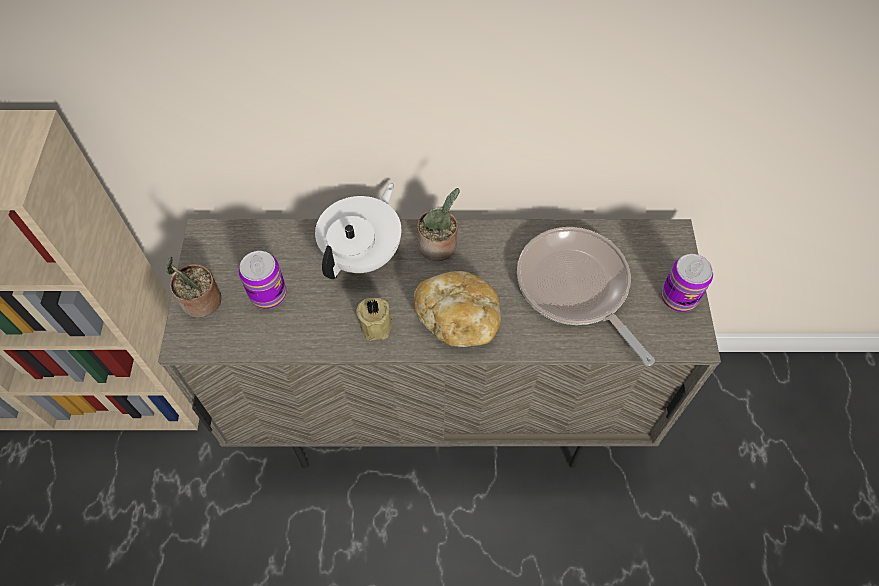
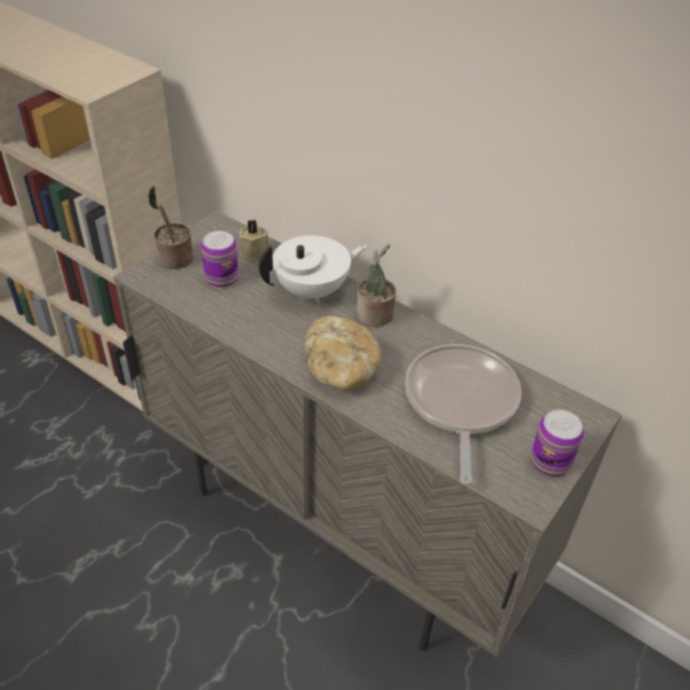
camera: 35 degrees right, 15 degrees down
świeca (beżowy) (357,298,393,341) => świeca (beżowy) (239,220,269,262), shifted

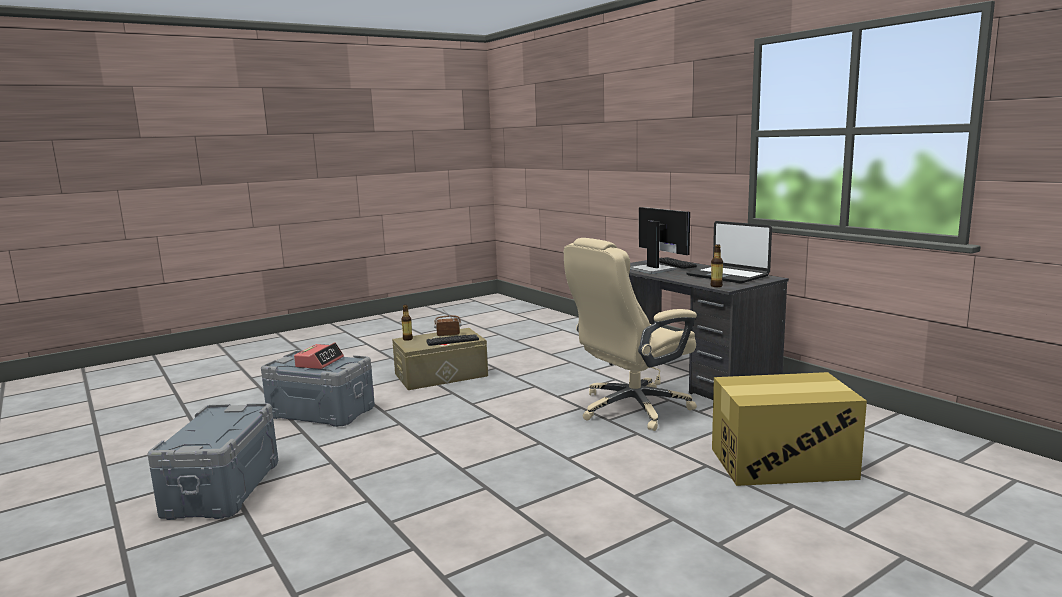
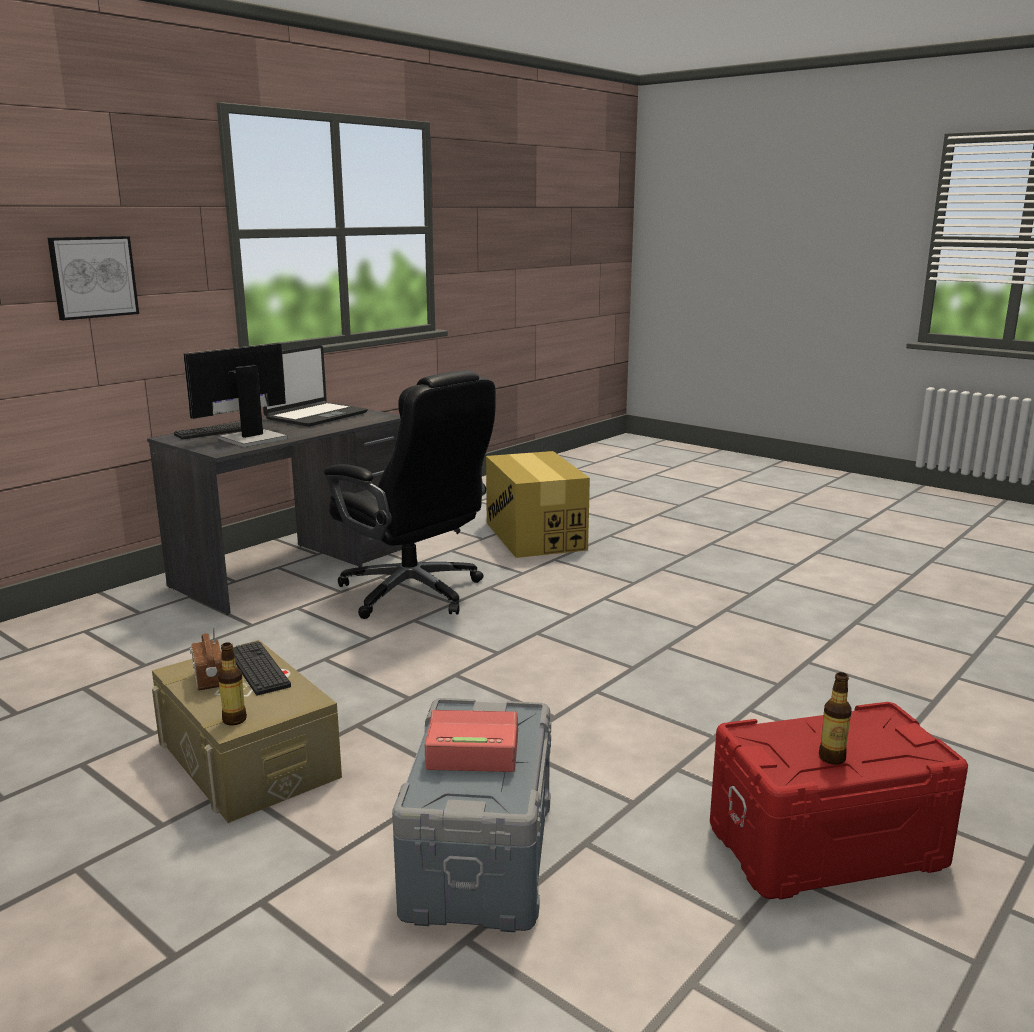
camera: 105 degrees left, 5 degrees up
nothing => obraz (47,236,139,320)
krzesło biurowe (beżowy) (564,238,697,431) => krzesło biurowe (czarny) (324,370,496,619)
pojemnik do przechowywania (szary) (147,403,278,520) => pojemnik do przechowywania (czerwony) (710,702,968,899)
butelka (711,244,723,287) => butelka (819,672,852,765), shifted

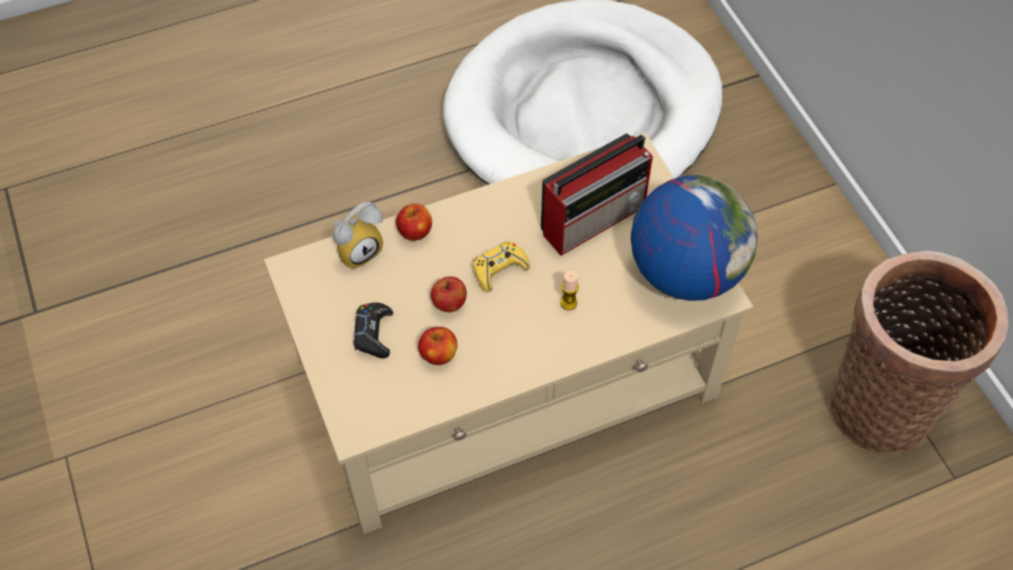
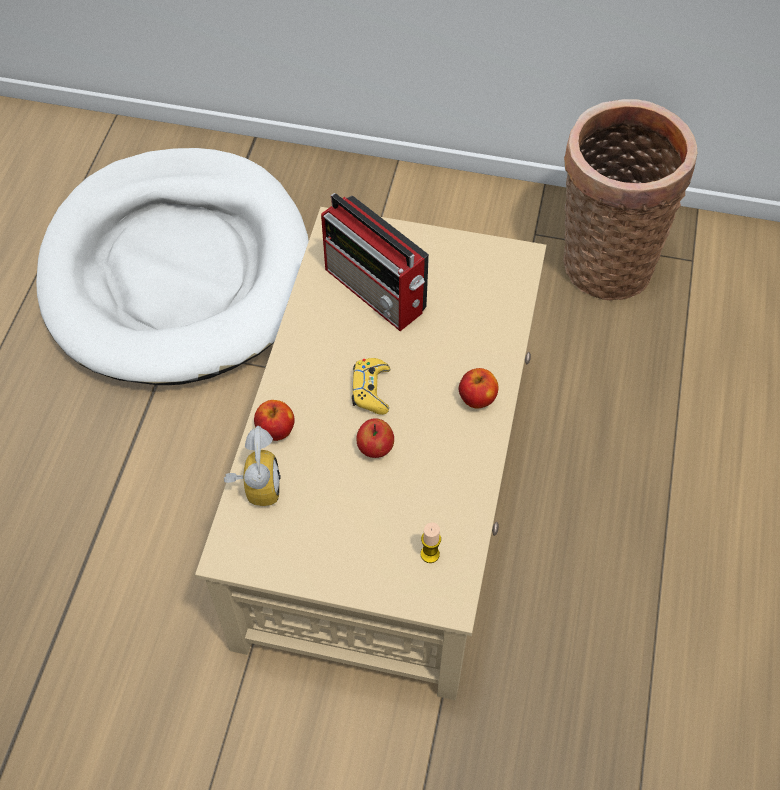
camera: 55 degrees left, 0 degrees up
radio (541,133,653,256) => radio (321,193,429,331), 135 degrees clockwise
świeca (560,271,579,310) => świeca (421,523,441,563), shifted
jabłko (418,327,457,365) => jabłko (459,368,498,409), shifted
pad do gier (czarny) (353,302,393,358) => nothing
globus (631,175,758,301) => nothing

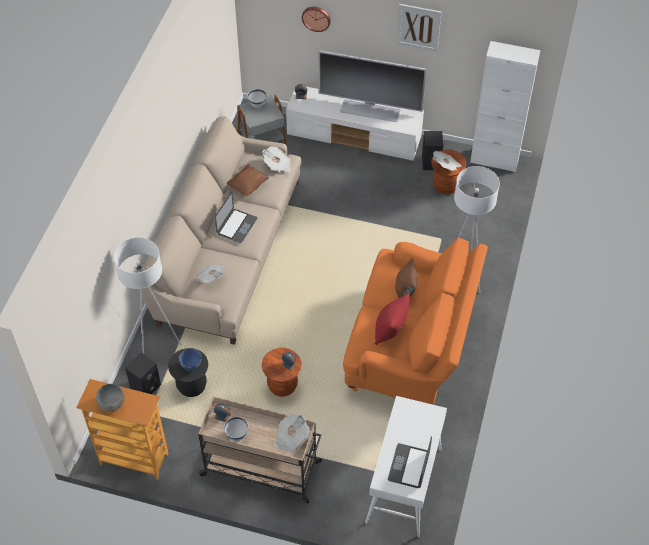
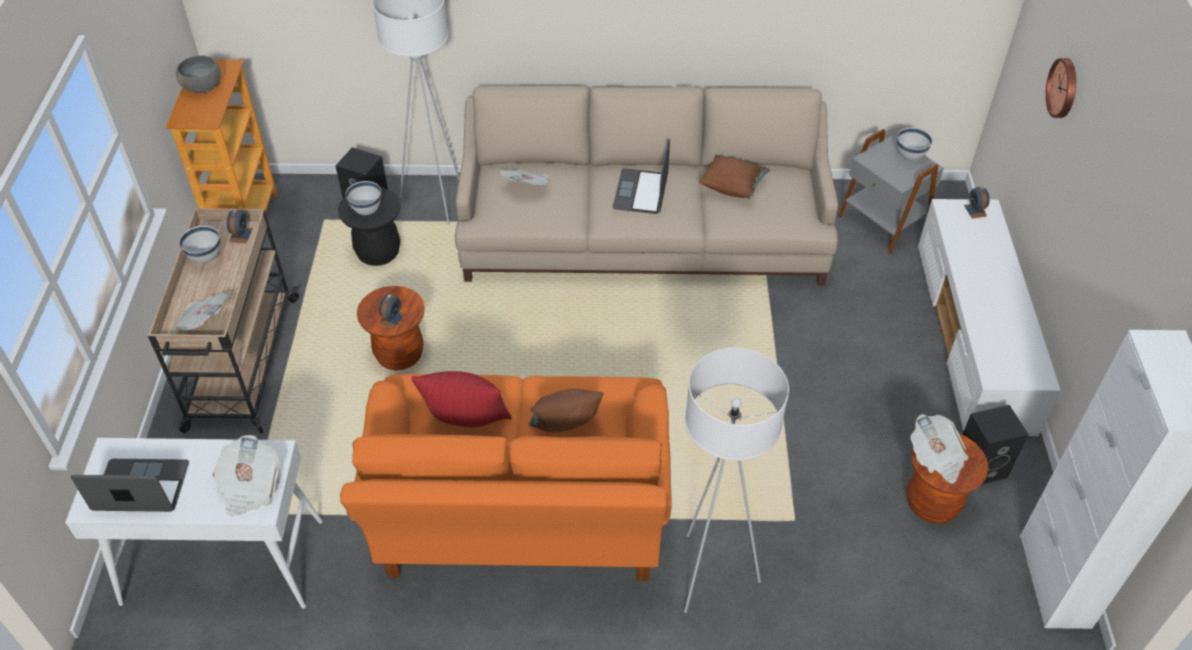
camera: 75 degrees right, 5 degrees down
gazeta (263,146,291,173) => gazeta (213,435,280,516), shifted
miska (niebieski) (179,348,202,371) => miska (biały) (346,181,381,215)
laptop (215,192,257,243) => laptop (613,139,670,214), 90 degrees clockwise
telewizor (318,51,427,122) => nothing
obraz (397,4,441,52) => nothing

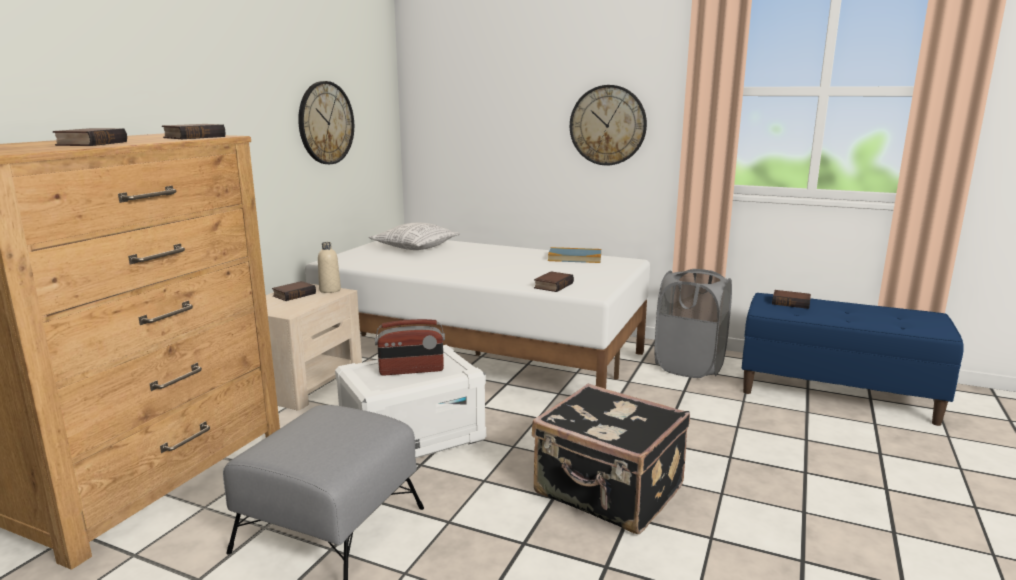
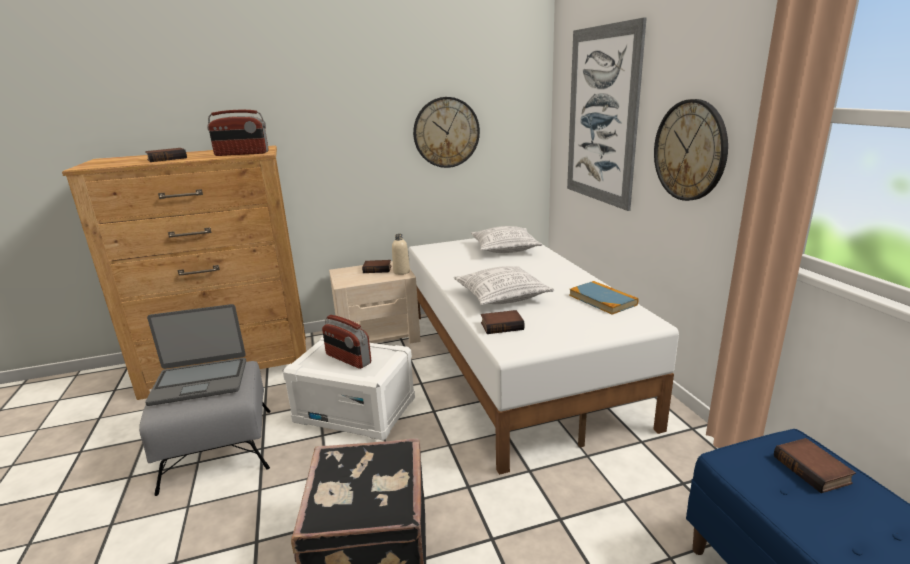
camera: 50 degrees right, 5 degrees up
nothing => laptop (145,304,246,406)
książka (162,124,226,139) => radio (207,110,269,156)
nothing => poduszka (454,266,554,305)
nothing => obraz (567,17,647,211)
kosz na pranie (szary) (654,269,732,378) => nothing

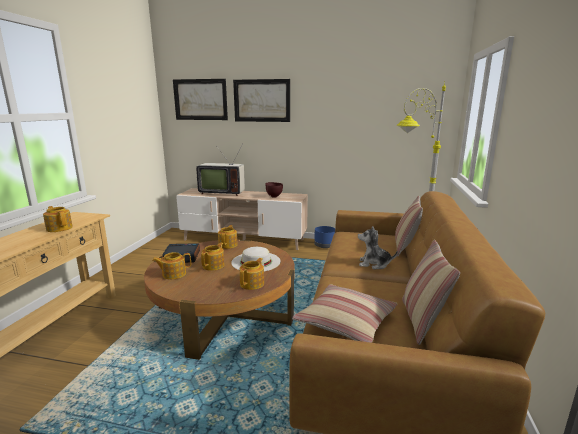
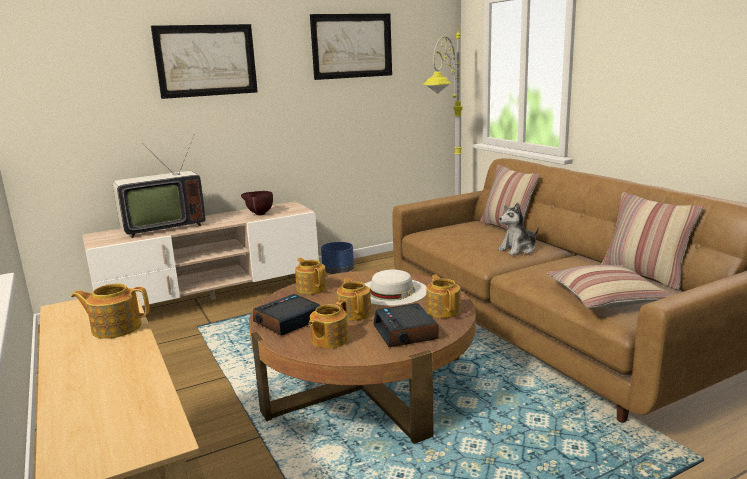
camera: 40 degrees left, 0 degrees up
obraz (173,79,228,120) => obraz (310,14,392,80), shifted
nothing => budzik (373,303,438,347)

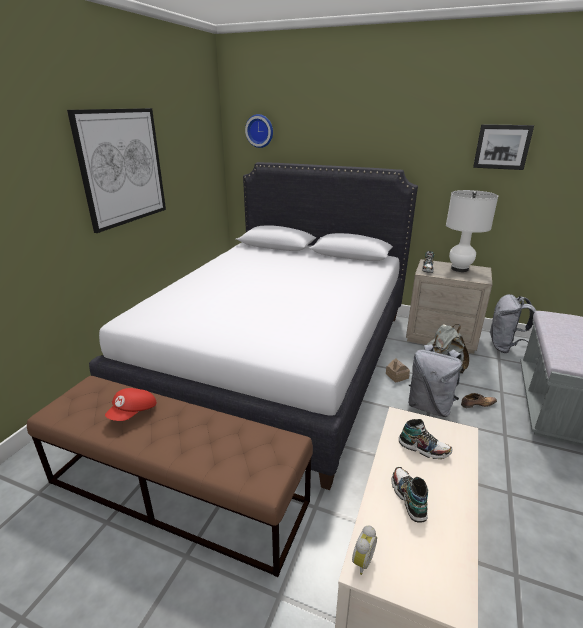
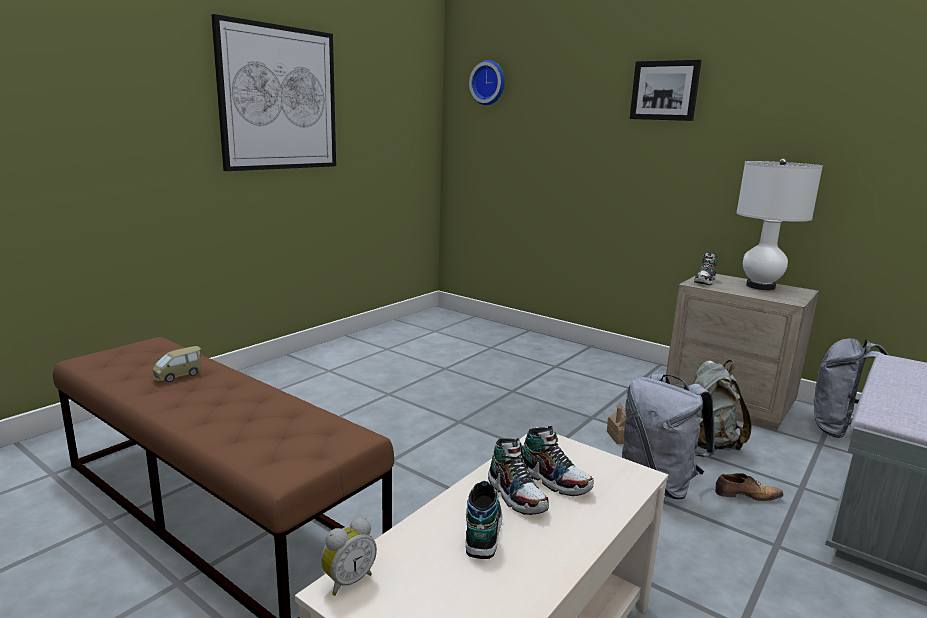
camera: 15 degrees right, 10 degrees down
czapka z daszkiem (czerwony) (105,388,157,421) => samochodzik (153,346,202,383)
nothing => but (488,438,549,515)
obraz (473,124,534,170) => obraz (630,60,702,121), shifted
łóżko (biały) (89,162,418,490) => nothing

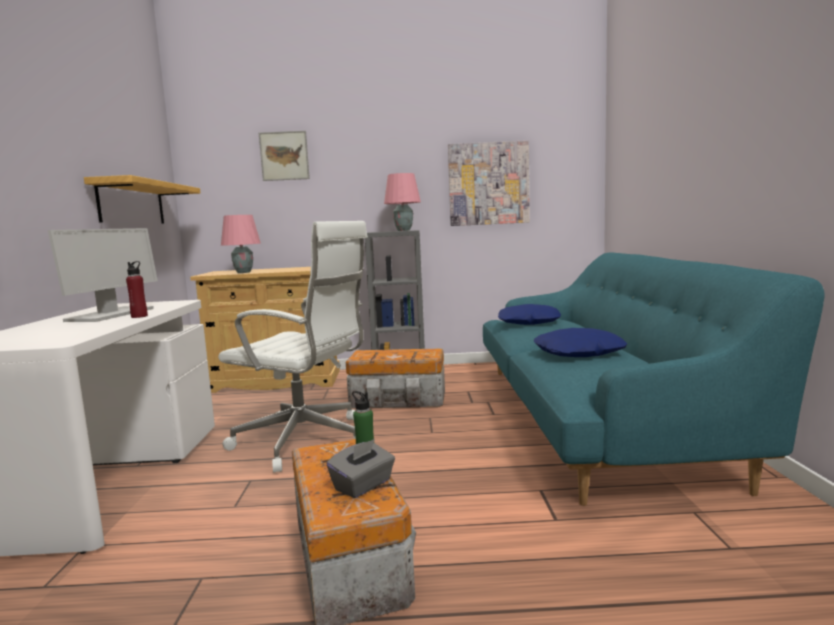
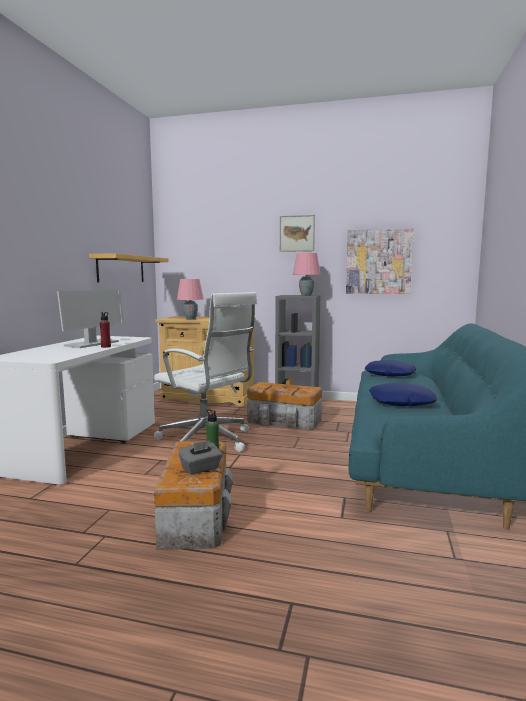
camera: 15 degrees right, 0 degrees up
obraz (259,131,310,181) => obraz (280,215,315,252), shifted

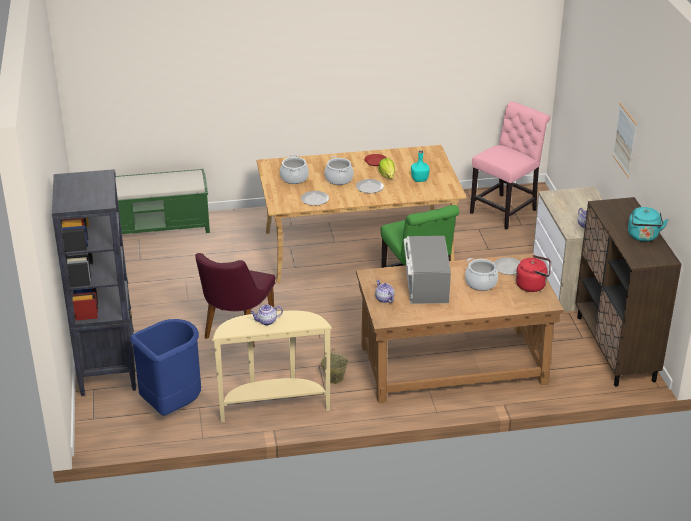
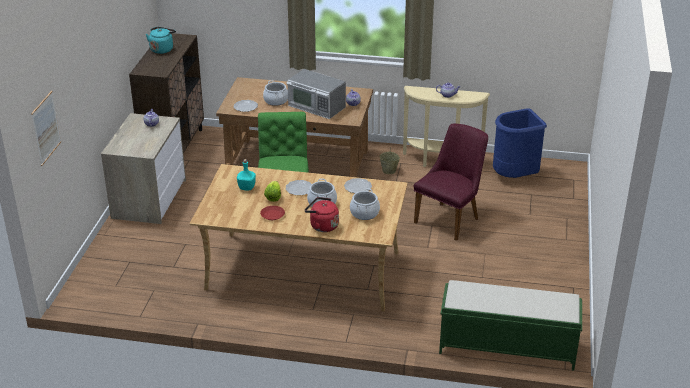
camera: 160 degrees left, 0 degrees up
obraz (612,102,637,178) => obraz (31,91,61,166), shifted
mikrofalówka (404,236,451,304) => mikrofalówka (286,69,346,119), 105 degrees clockwise
czajnik (czerwony) (516,255,551,292) => czajnik (czerwony) (305,197,339,232), shifted
regał (czarny) (52,169,136,396) => nothing
krzesło (różowy) (470,101,550,230) => nothing

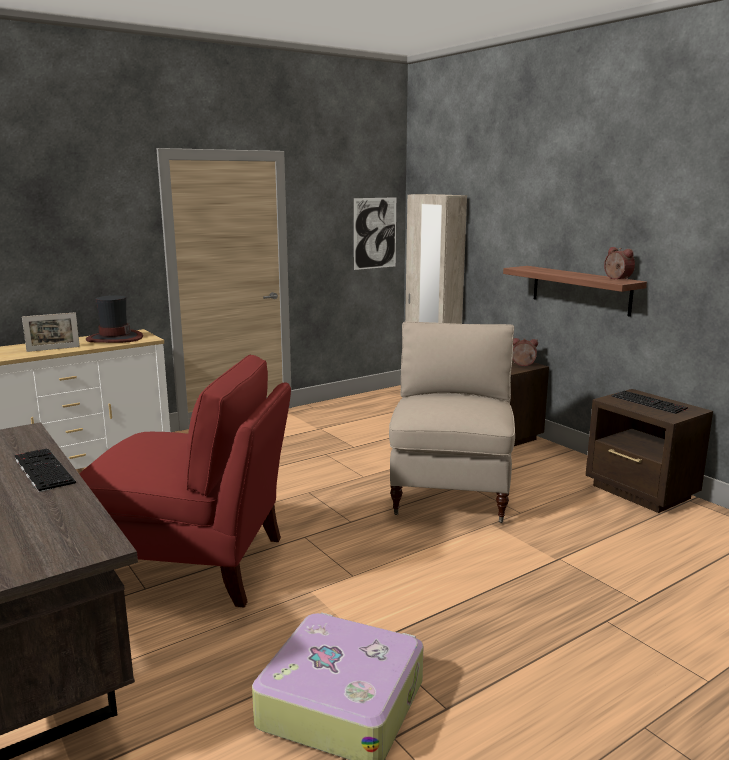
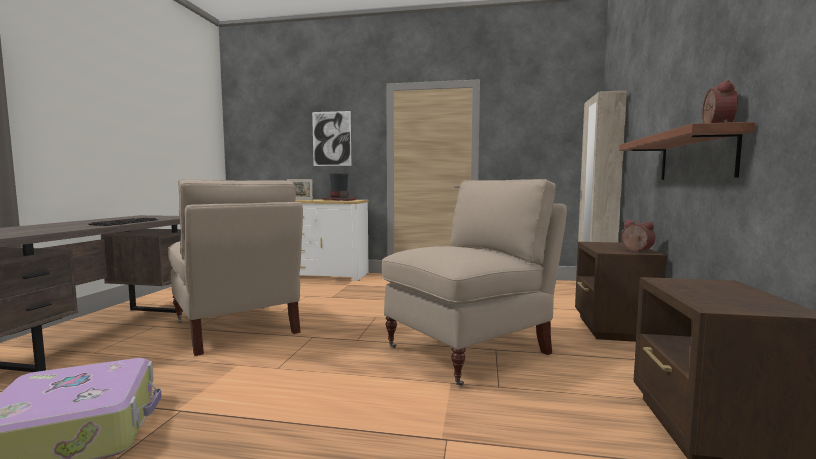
camera: 45 degrees right, 10 degrees down
krzesło (czerwony) (79,355,291,608) => krzesło (beżowy) (168,179,303,356)
obraz (354,197,396,270) => obraz (312,111,351,166), shifted
klawiatura (611,391,688,414) => nothing

